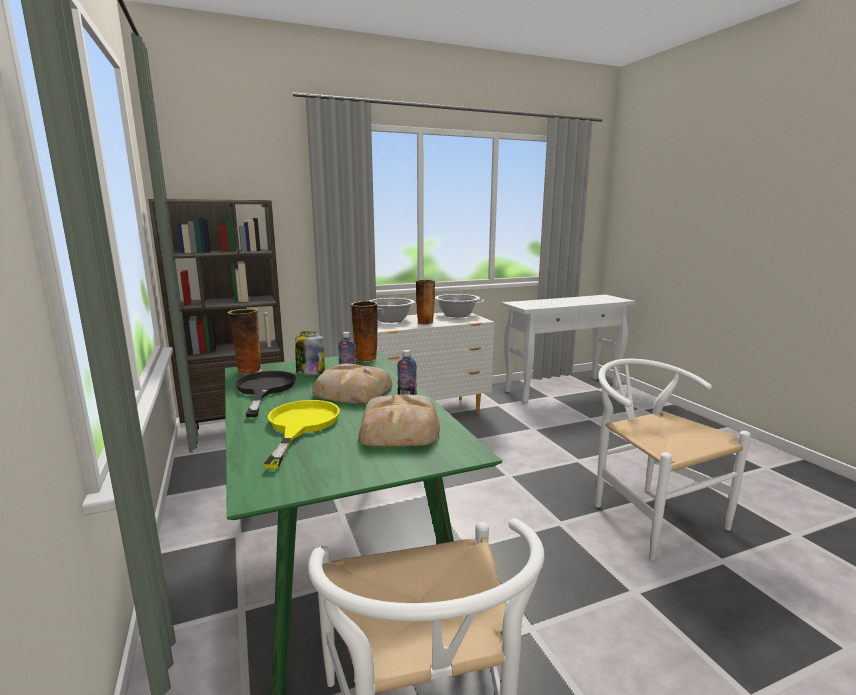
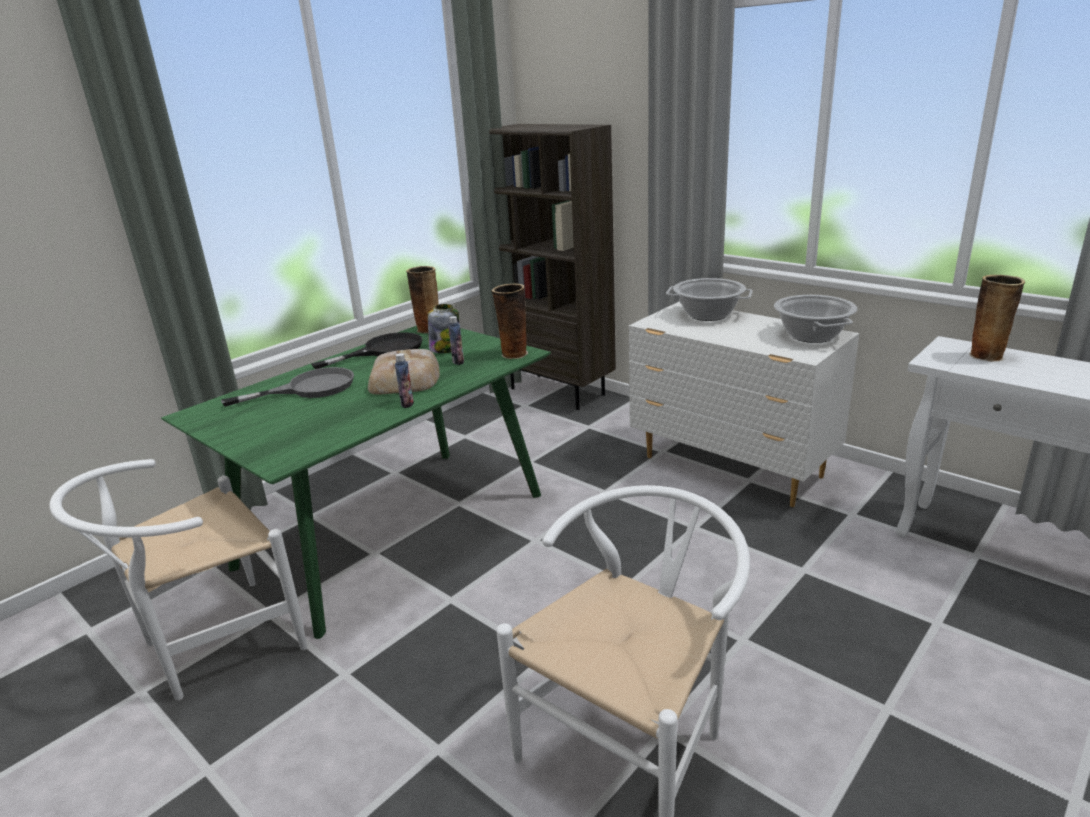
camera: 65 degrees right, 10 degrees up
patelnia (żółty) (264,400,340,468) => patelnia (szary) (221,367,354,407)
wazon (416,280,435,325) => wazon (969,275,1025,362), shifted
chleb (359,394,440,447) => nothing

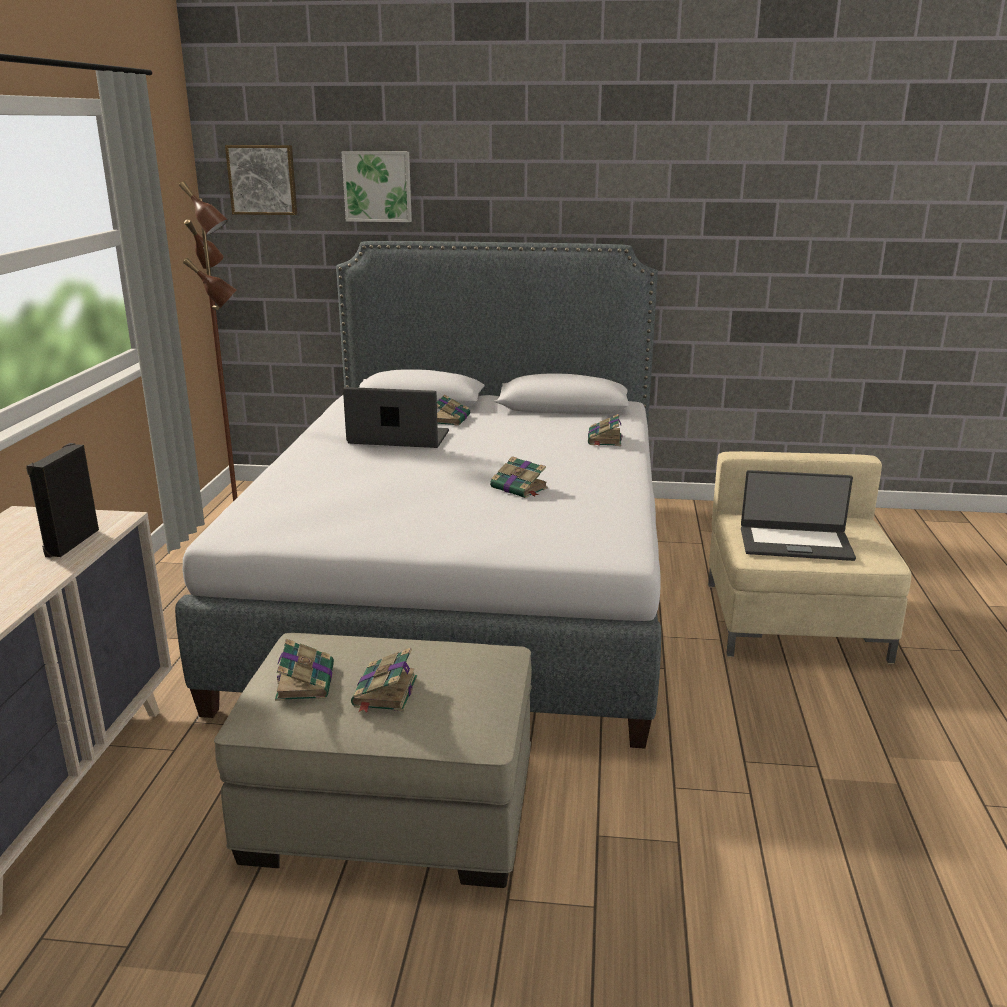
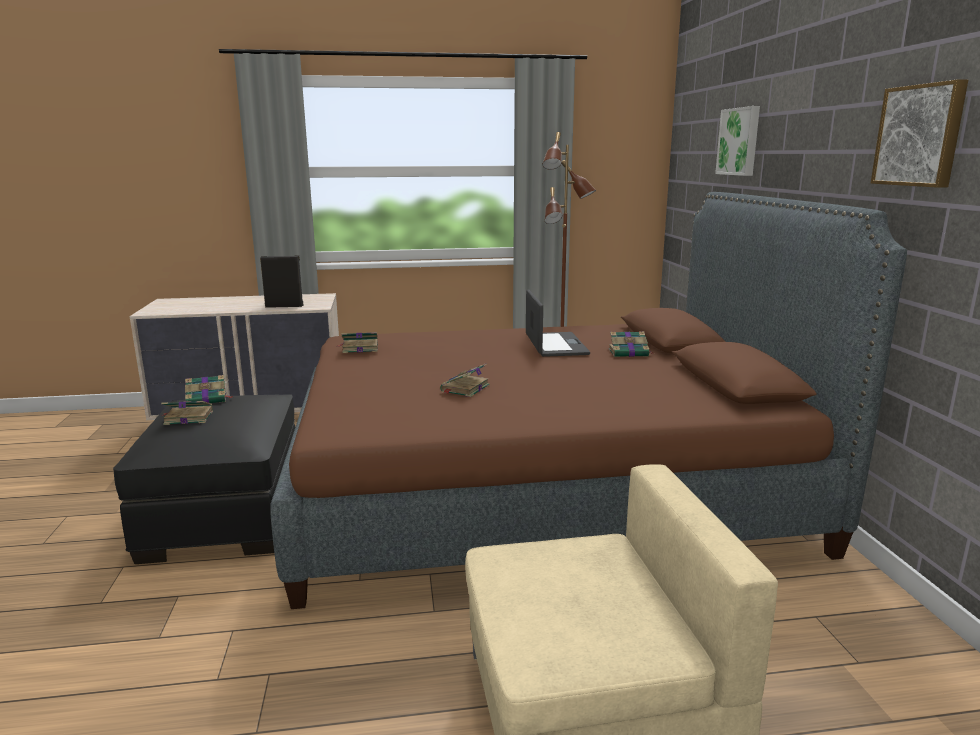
camera: 75 degrees right, 5 degrees down
pufa (beżowy) (214,633,532,888) => pufa (czarny) (113,394,295,564)
łóżko (szary) (175,241,661,749) => łóżko (brązowy) (270,192,907,609)
książka (588,414,622,446) => książka (338,332,378,353), shifted
obraz (225,145,297,215) => obraz (871,79,968,188), shifted
laptop (741,470,856,561) => nothing

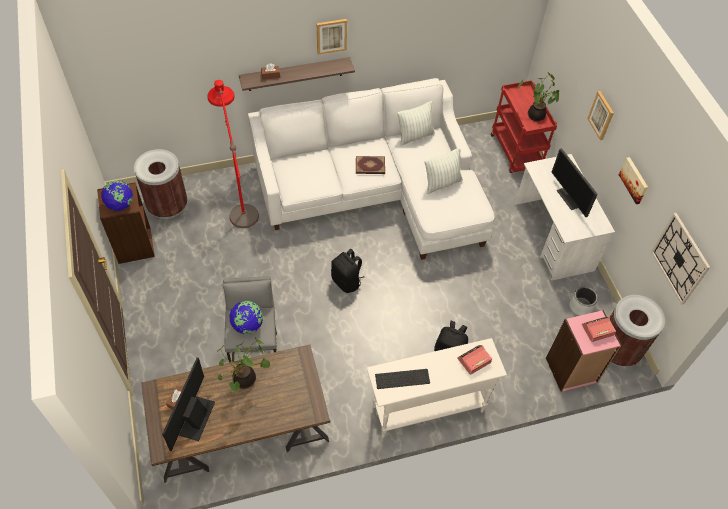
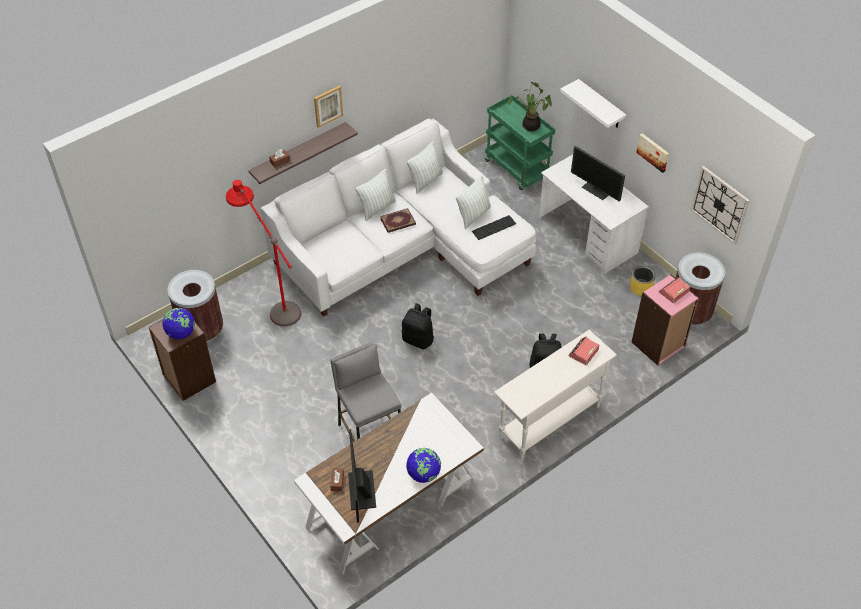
camera: 20 degrees left, 5 degrees down
biurko (brązowy) (141,344,330,483) => biurko (biały) (294,393,484,574)
nothing => poduszka (356,169,396,221)
globus (230,301,263,334) => globus (406,448,441,483), shifted
klawiatura (375,369,430,389) => klawiatura (472,215,516,240), shifted
wózek (czerwony) (491,80,557,173) => wózek (zielony) (485,95,555,190)
obraz (587,91,614,140) => półka (biały) (560,79,626,128)
donica (szary) (570,286,598,316) => donica (żółty) (630,266,655,296)
roślina doniczkowa (217,337,270,393) => nothing

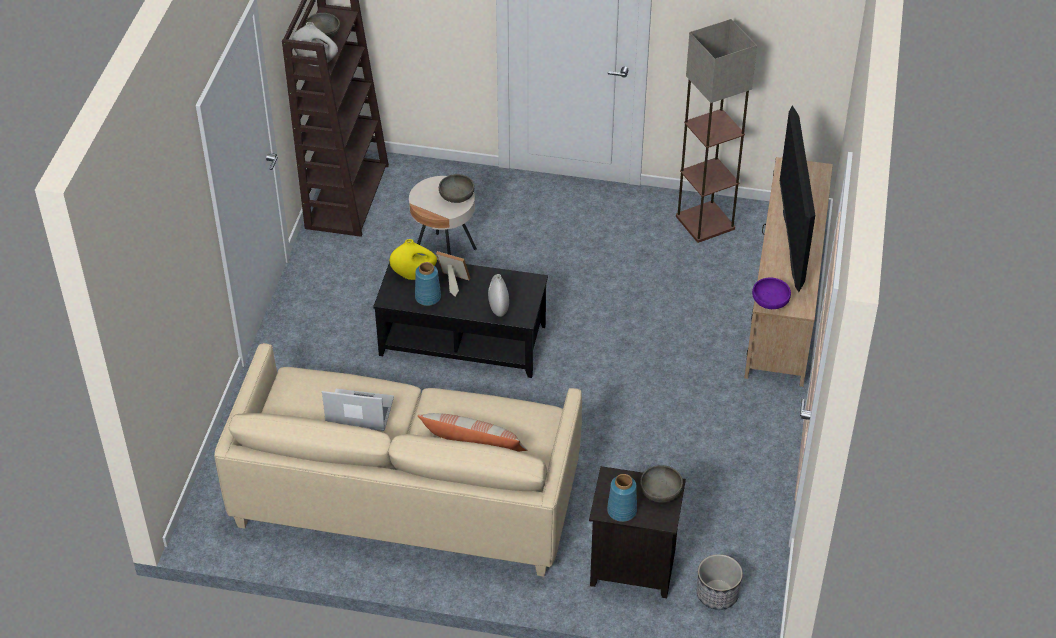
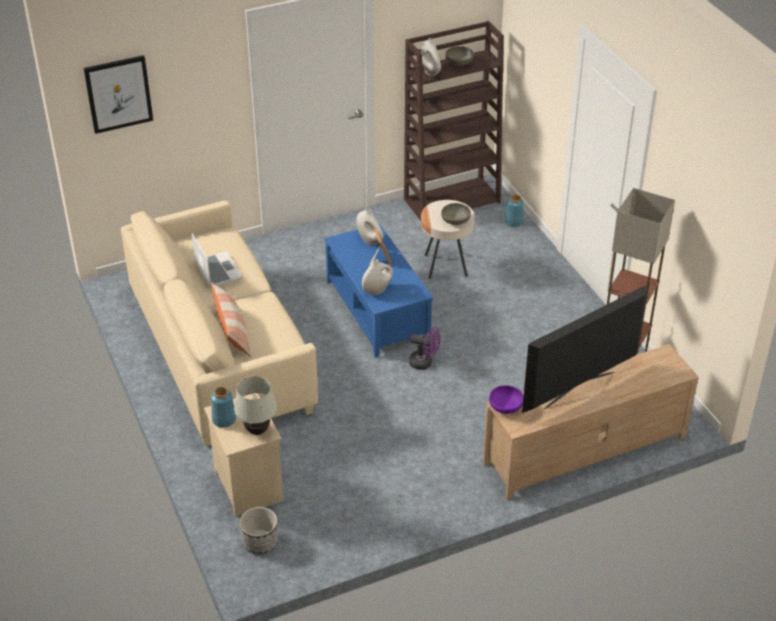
camera: 55 degrees right, 5 degrees down
nothing => obraz (84,55,153,134)
szafka nocna (czarny) (589,466,686,598) => szafka nocna (beżowy) (204,393,283,517)
miska (szary) (640,465,683,503) => lampa stołowa (biały) (234,376,277,435)
ława (czarny) (373,260,548,378) => ława (niebieski) (324,224,433,358)
wazon (żółty) (390,239,437,280) => wazon (biały) (356,208,384,245)
nothing => wentylator (fioletowy) (409,327,441,370)
wazon (niebieski) (415,262,441,306) => wazon (niebieski) (505,195,524,227), shifted

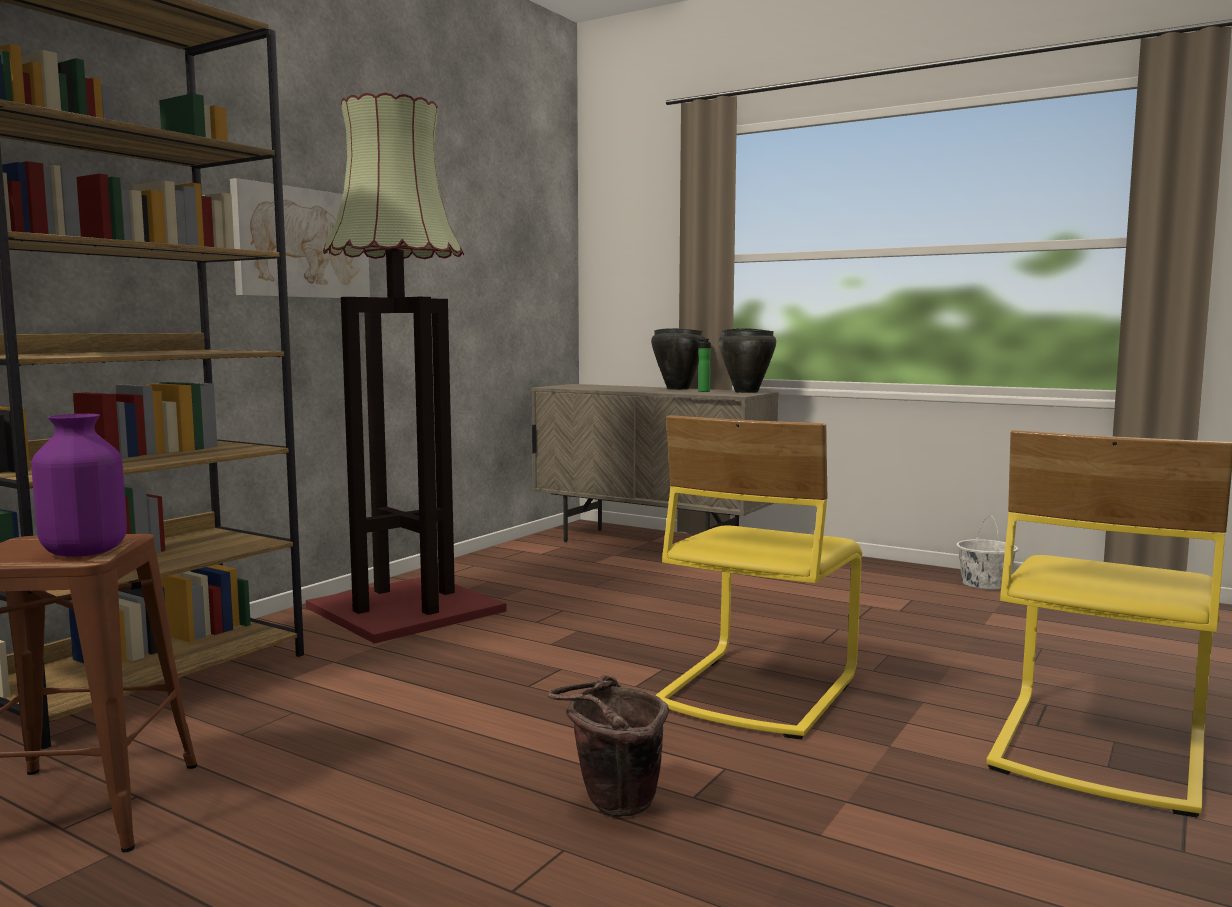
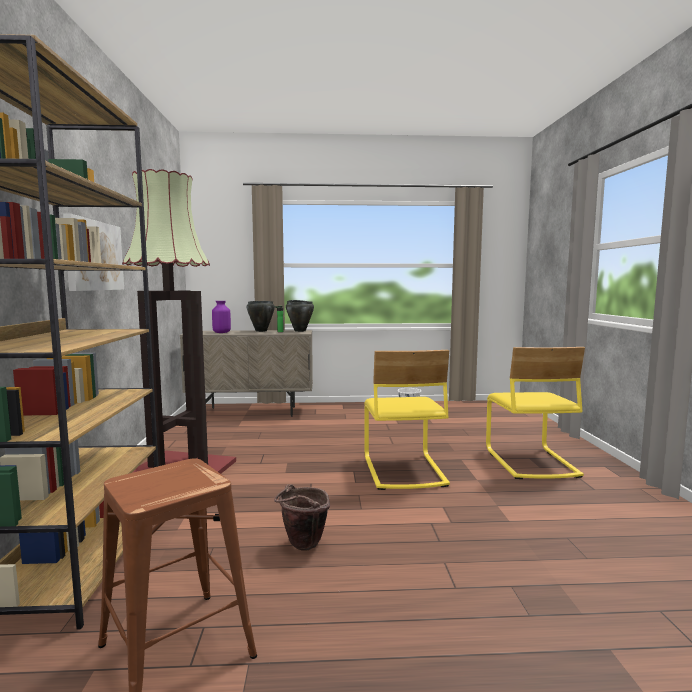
camera: 35 degrees left, 0 degrees up
wazon (fioletowy) (31,414,127,557) => wazon (fioletowy) (212,301,231,333), shifted
wiadro (brązowy) (548,675,669,817) => wiadro (brązowy) (274,484,330,551), shifted

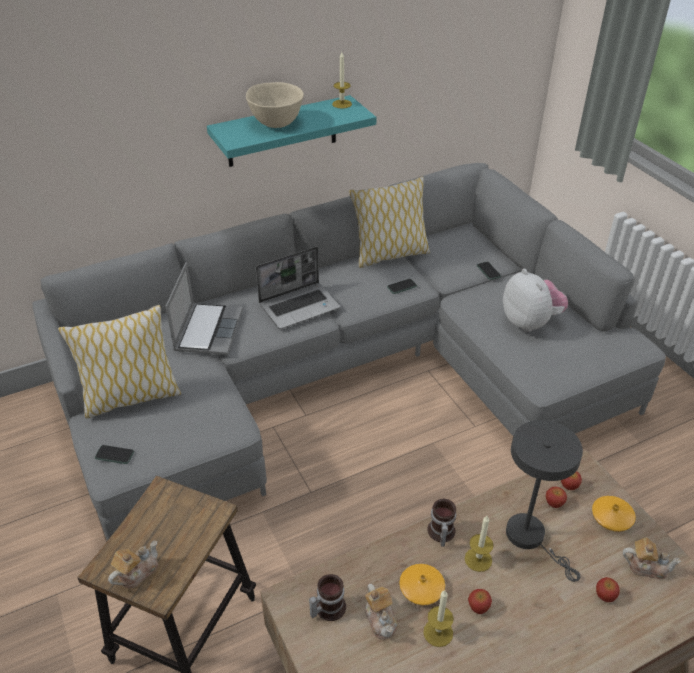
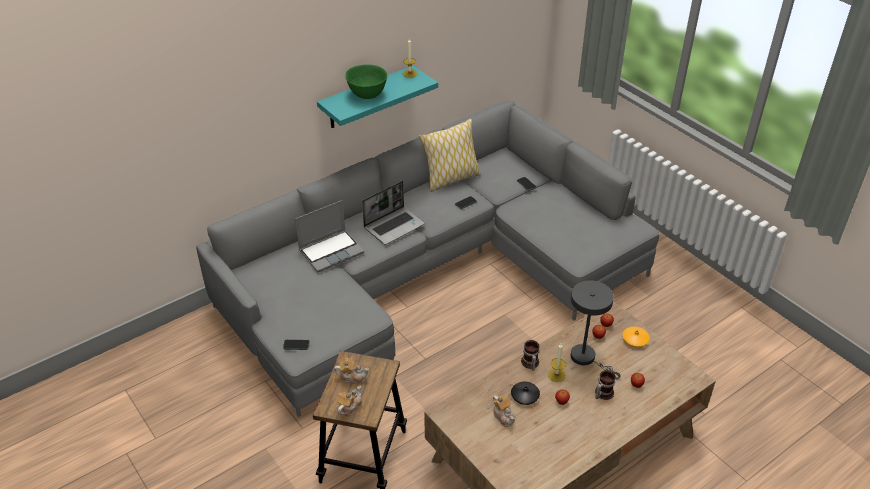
camera: 10 degrees left, 0 degrees up
laptop (165,262,243,355) => laptop (295,200,364,272), 60 degrees clockwise
imbryk (623,537,681,579) => imbryk (334,357,369,384), shifted
miska (beżowy) (246,82,304,128) => miska (zielony) (345,64,388,99)
wazon (pomarańczowy) (399,564,445,605) => wazon (czarny) (511,382,540,405)
kubek (309,574,346,621) => kubek (595,370,616,400), shifted
poduszka (58,305,181,419) => nothing
świeca (423,590,454,647) => nothing
pluszak (503,269,568,332) => nothing

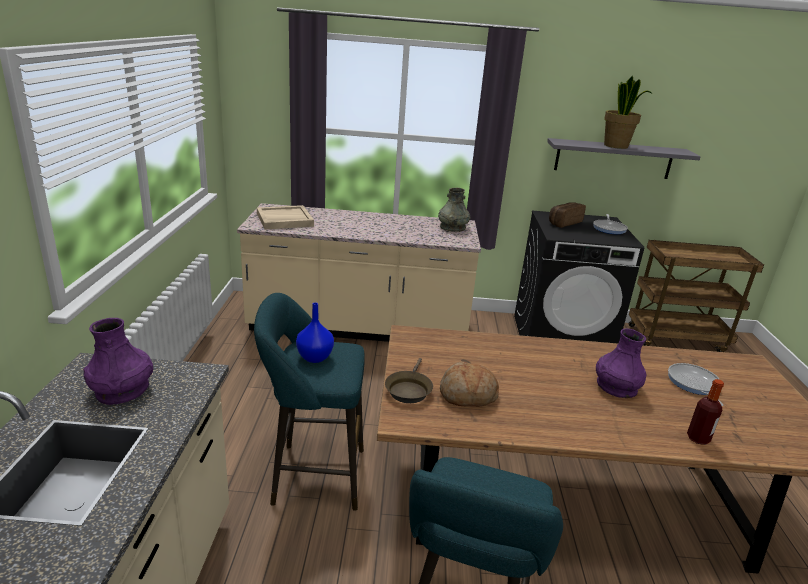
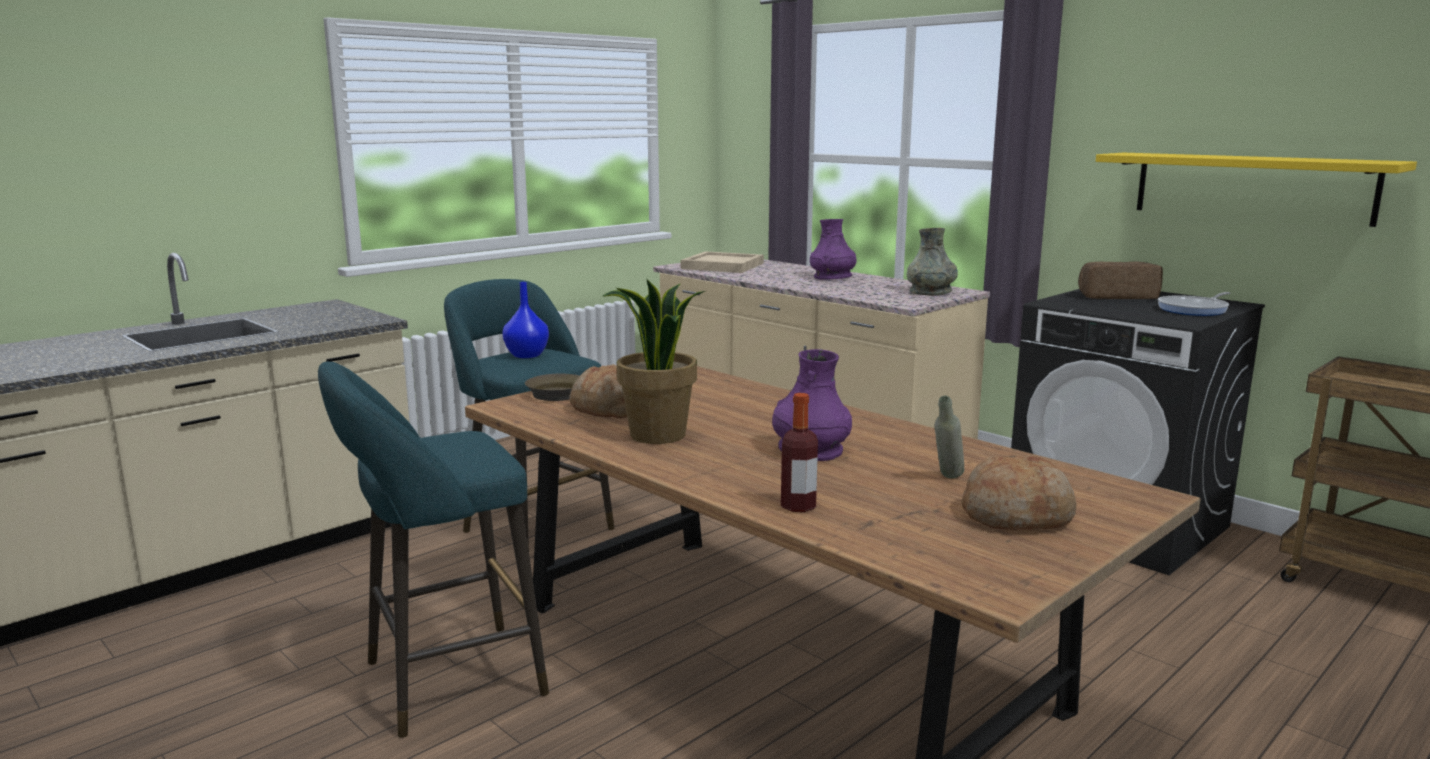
camera: 45 degrees right, 10 degrees down
roślina doniczkowa (604,76,652,149) => roślina doniczkowa (603,278,705,444), shifted
wazon (fioletowy) (83,318,153,405) => wazon (fioletowy) (810,219,857,280), shifted
patelnia (668,363,723,406) => butelka (szary) (935,395,964,478)
nothing => chleb (961,455,1077,530)
półka (szary) (547,138,701,179) => półka (żółty) (1096,153,1417,227)

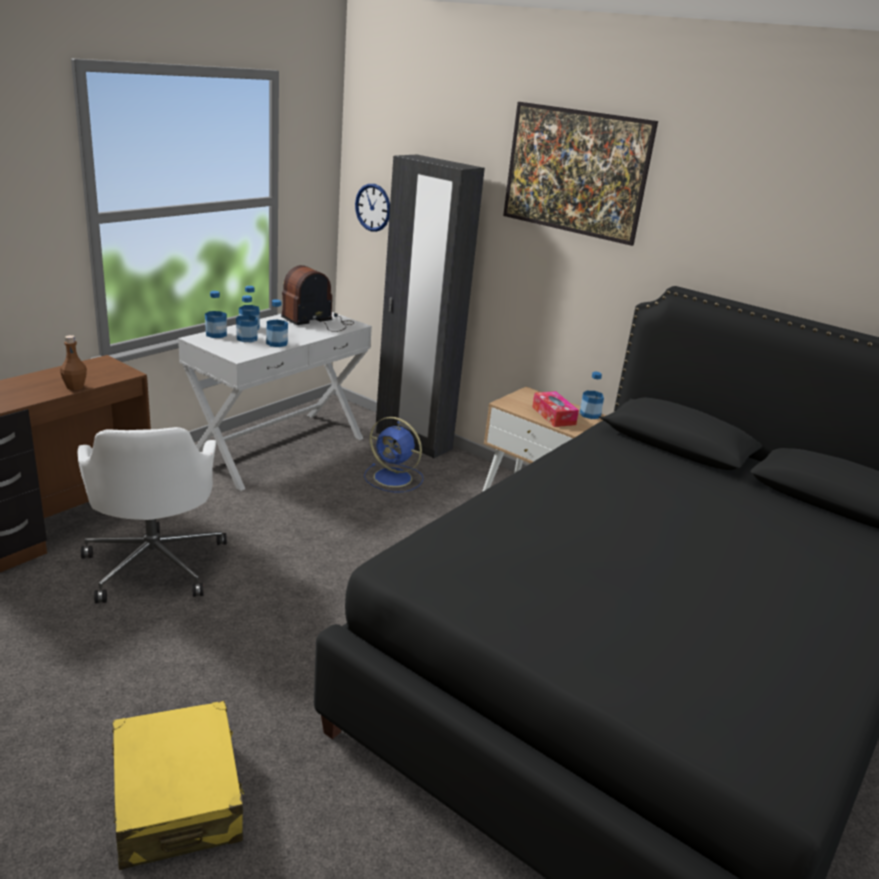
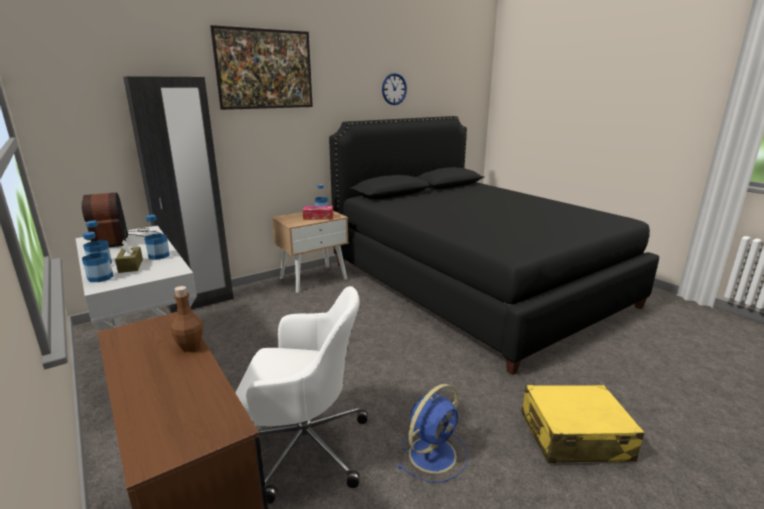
camera: 70 degrees left, 5 degrees down
butelka (236,295,258,342) => pudełko chusteczek (brązowy) (115,240,143,273)
zegar ścienny (355,184,390,232) => zegar ścienny (382,73,407,105), shifted
wentylator (niebieski) (364,417,423,492) => wentylator (niebieski) (397,384,468,483), shifted

